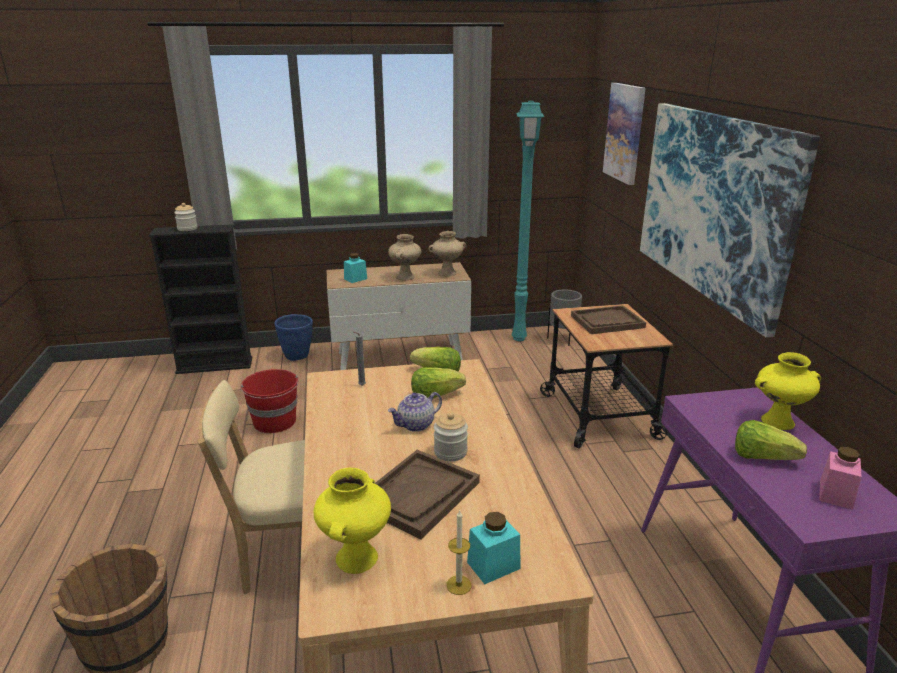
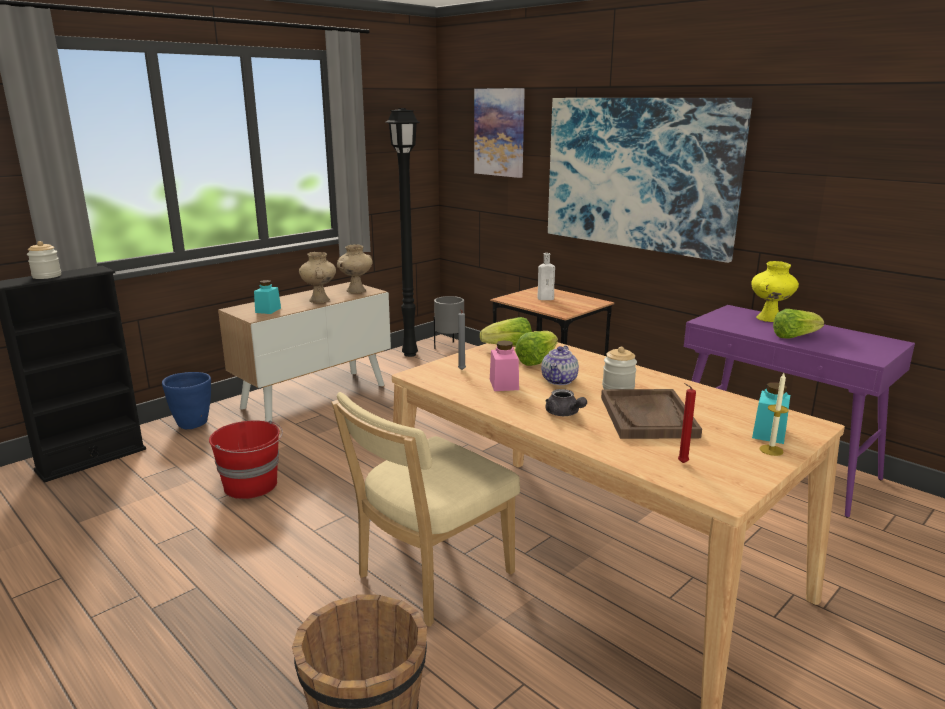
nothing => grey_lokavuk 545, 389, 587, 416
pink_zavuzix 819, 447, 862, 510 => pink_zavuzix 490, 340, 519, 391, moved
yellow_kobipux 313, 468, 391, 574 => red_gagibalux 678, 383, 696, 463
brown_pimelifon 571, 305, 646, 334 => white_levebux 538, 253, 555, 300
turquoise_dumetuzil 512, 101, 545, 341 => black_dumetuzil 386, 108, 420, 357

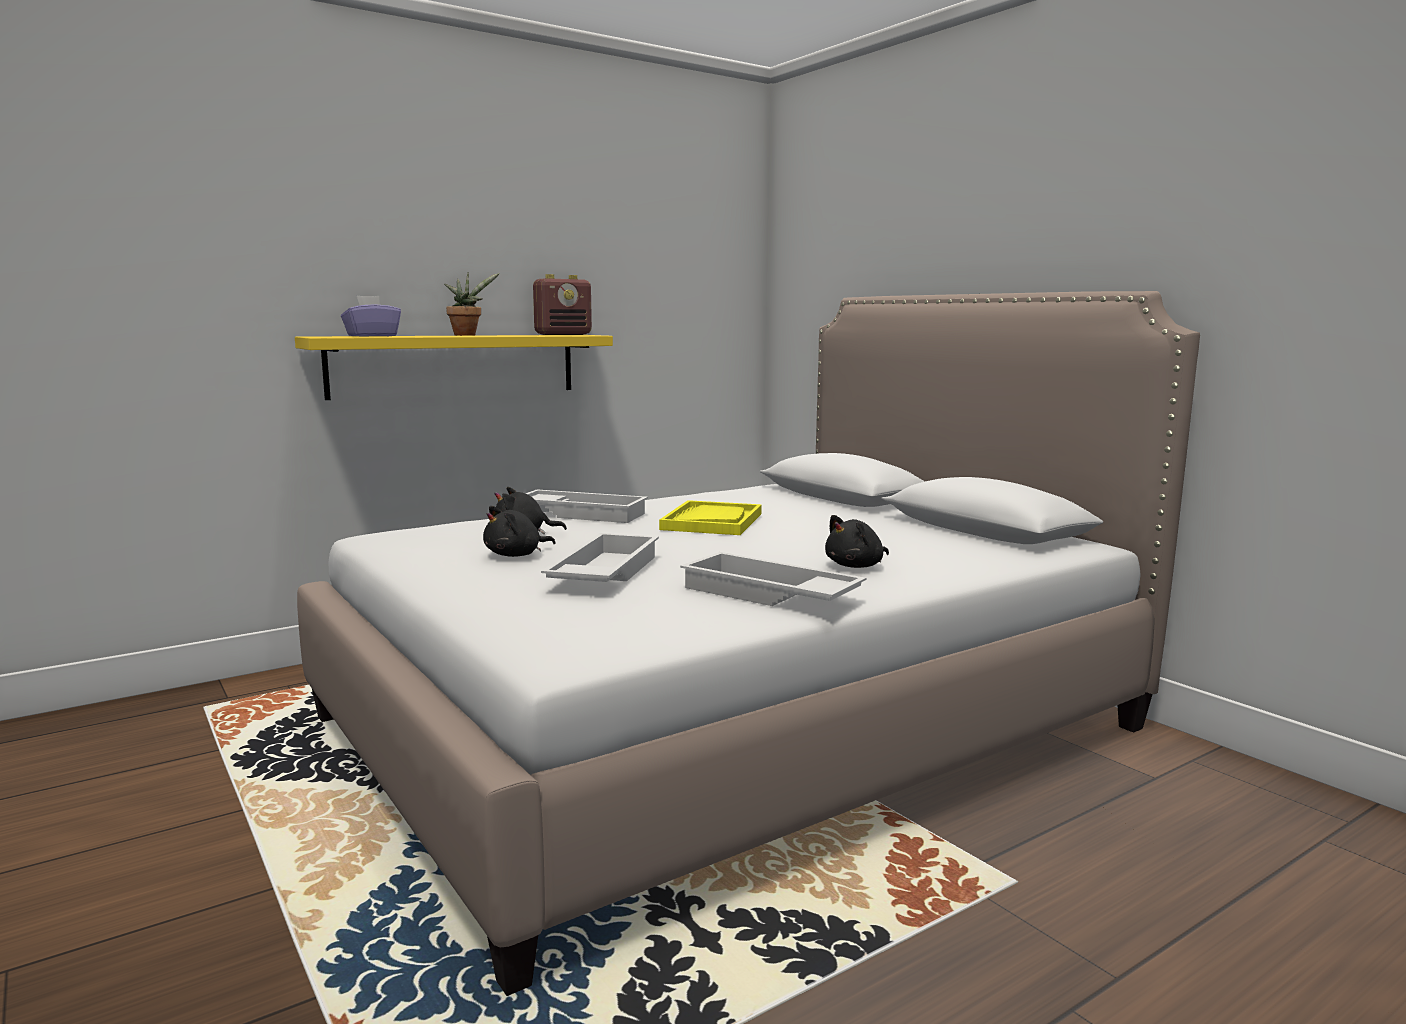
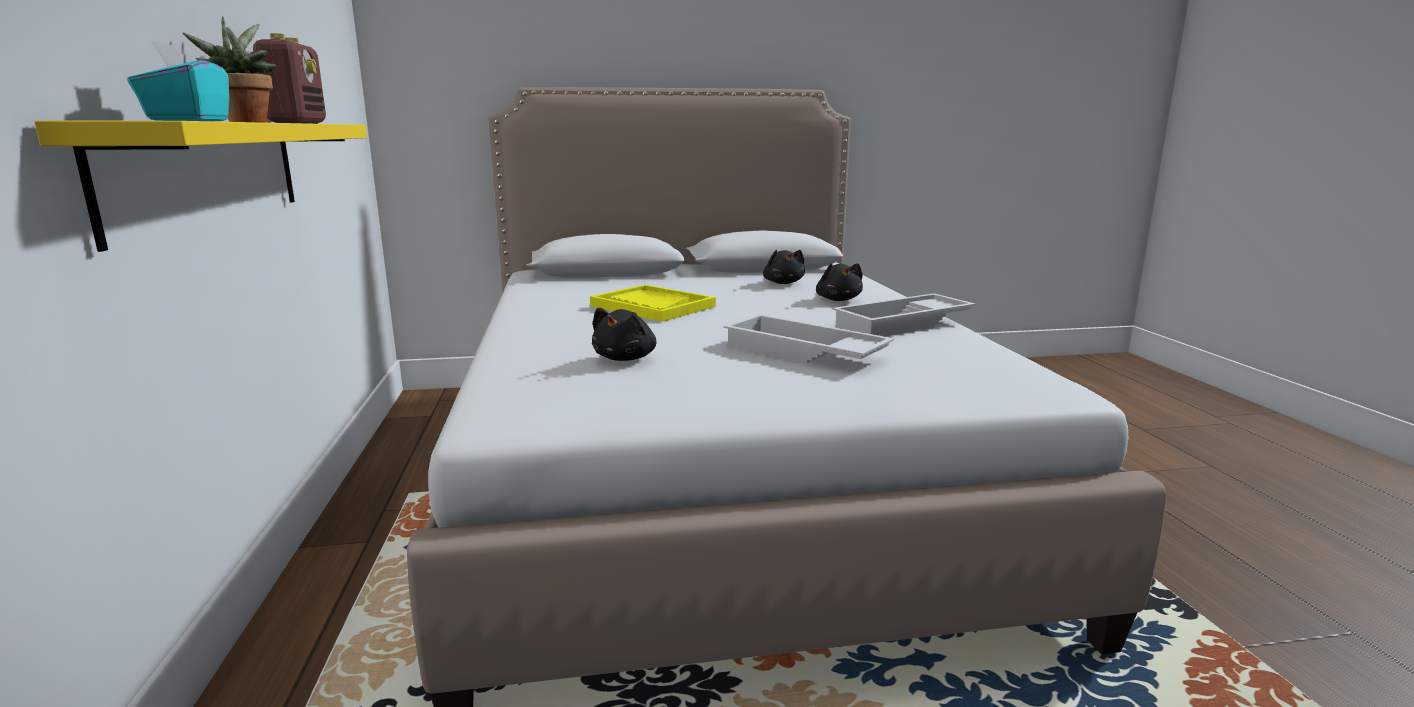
white_pimelifon 525, 489, 648, 523 => nothing
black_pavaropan 483, 506, 556, 557 => black_pavaropan 763, 250, 805, 284, moved
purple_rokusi 341, 296, 401, 337 => turquoise_rokusi 127, 40, 229, 121

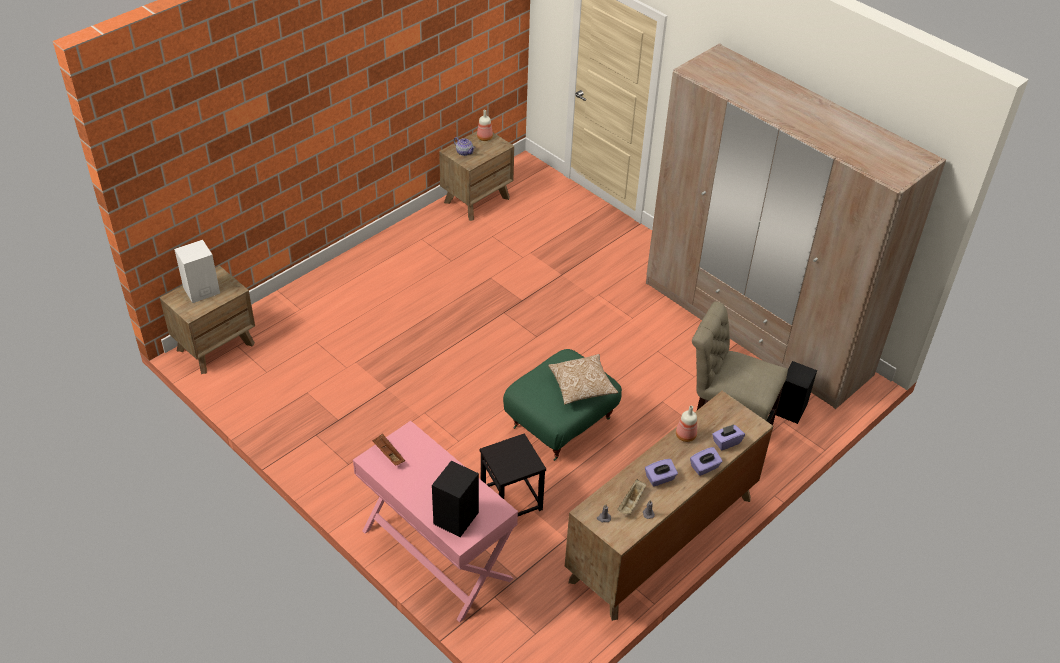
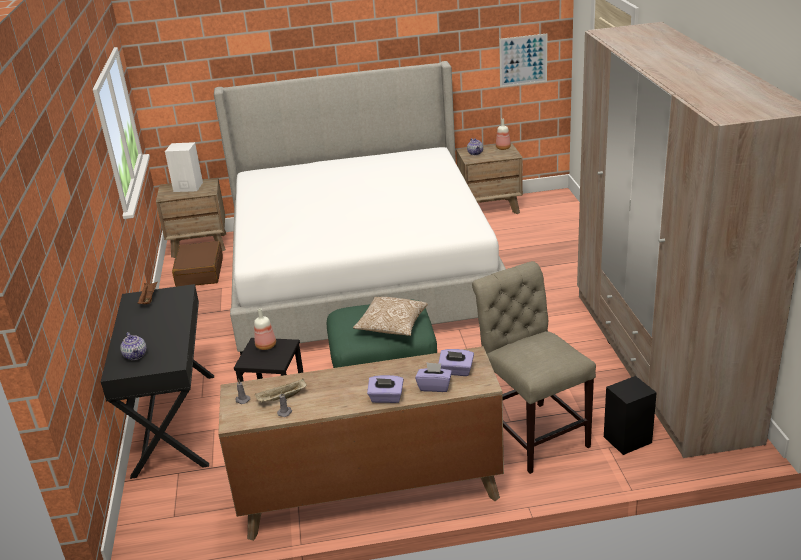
nothing => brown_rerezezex 172, 241, 223, 287
nothing => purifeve 214, 61, 506, 355
nothing => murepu 499, 33, 547, 87
purple_rokusi 645, 459, 678, 486 => purple_rokusi 438, 349, 474, 376, moved
levebux 676, 406, 697, 442 => levebux 254, 308, 276, 350, moved
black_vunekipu 432, 461, 479, 537 => lokavuk 120, 332, 147, 360
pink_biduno 353, 421, 518, 623 => black_biduno 101, 284, 214, 479

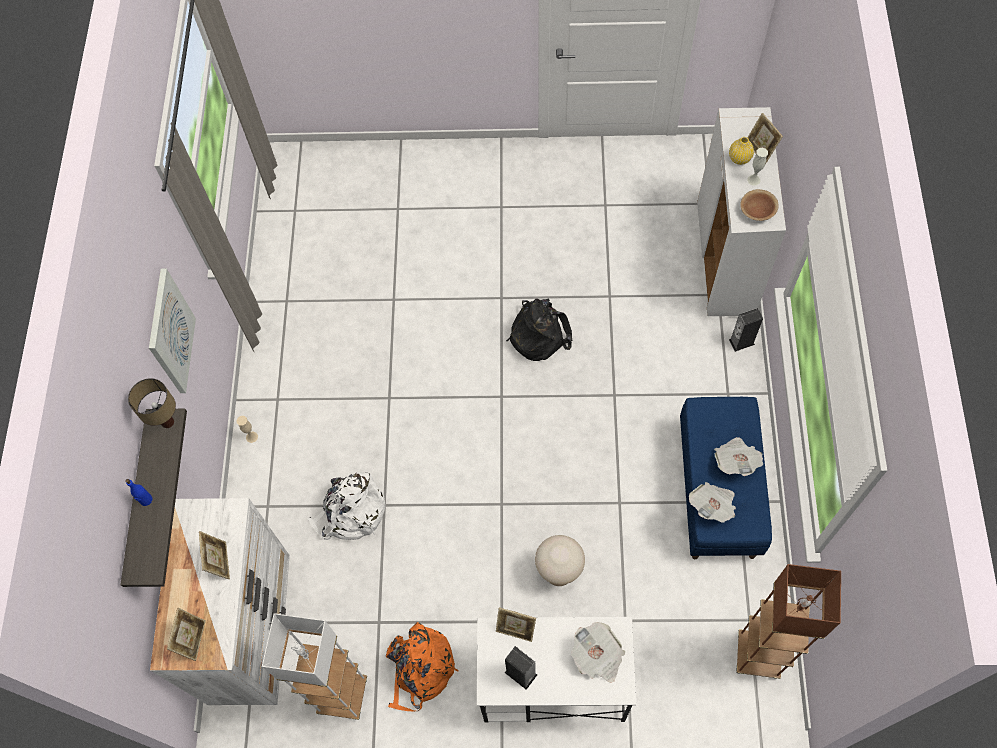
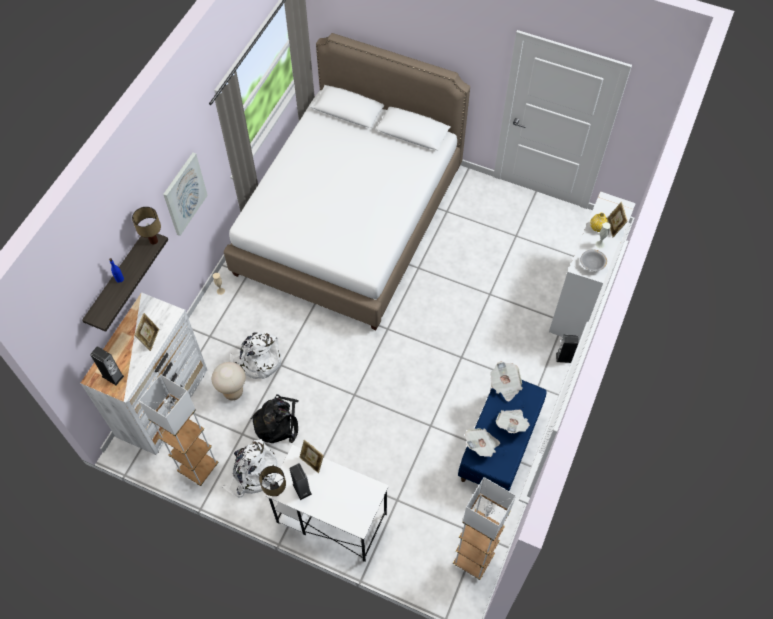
nothing => white_purifeve 224, 33, 470, 330
nothing => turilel 259, 466, 286, 496
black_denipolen 506, 298, 572, 361 => black_denipolen 251, 394, 299, 443, moved
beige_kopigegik 535, 535, 585, 586 => beige_kopigegik 212, 362, 246, 400, moved
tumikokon 571, 622, 625, 683 => tumikokon 490, 361, 523, 401, moved
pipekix 167, 608, 206, 661 => vunekipu 90, 346, 124, 385
orange_denipolen 386, 622, 459, 711 => white_denipolen 223, 439, 278, 497
brown_dumetuzil 736, 564, 841, 679 => white_dumetuzil 453, 477, 516, 580
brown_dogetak 740, 189, 779, 221 => grey_dogetak 580, 250, 607, 271

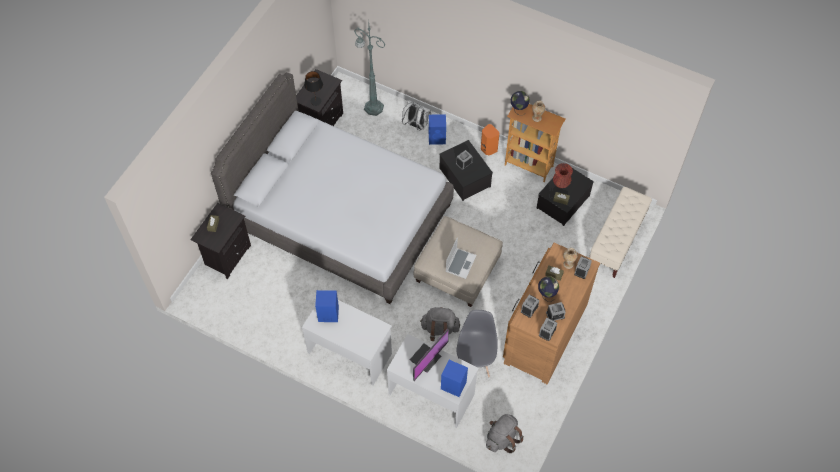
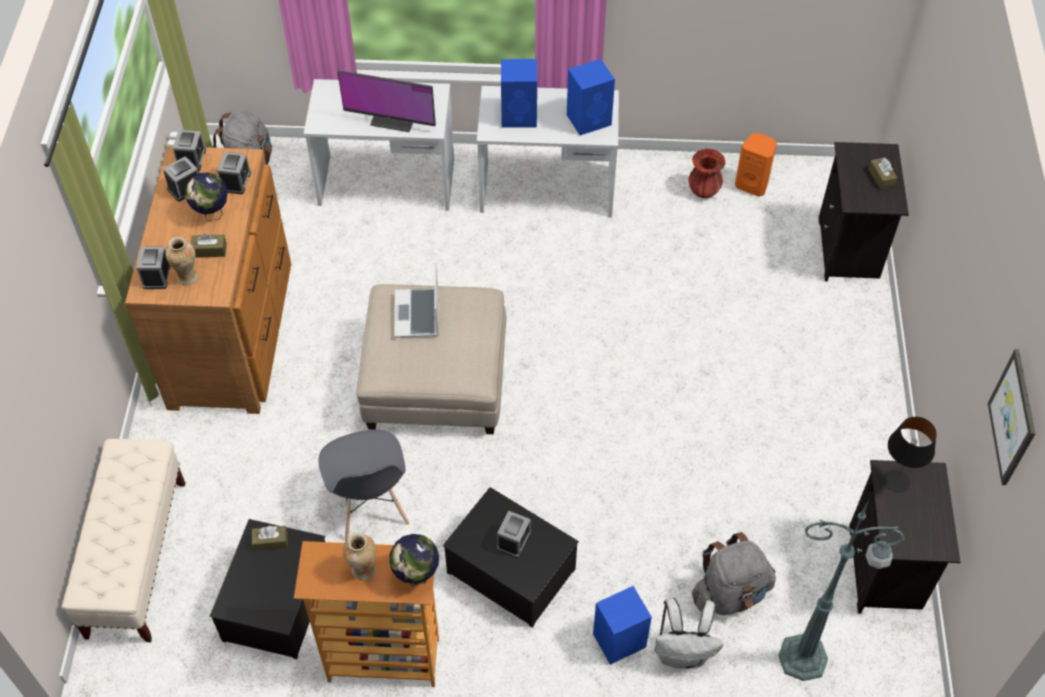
grey_purifeve 211, 72, 454, 304 => nothing
nothing => murepu 988, 349, 1035, 485
grey_denipolen 420, 307, 460, 341 => grey_denipolen 692, 532, 776, 615, moved
blue_vunekipu 441, 360, 468, 397 => blue_vunekipu 501, 59, 537, 128, moved
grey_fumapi 456, 310, 498, 377 => grey_fumapi 319, 430, 409, 541, moved
orange_vunekipu 481, 124, 500, 156 => orange_vunekipu 735, 133, 777, 197, moved
red_kobipux 553, 163, 573, 188 => red_kobipux 688, 149, 726, 198, moved
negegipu 410, 329, 449, 381 => negegipu 338, 70, 436, 132, 90 degrees counterclockwise

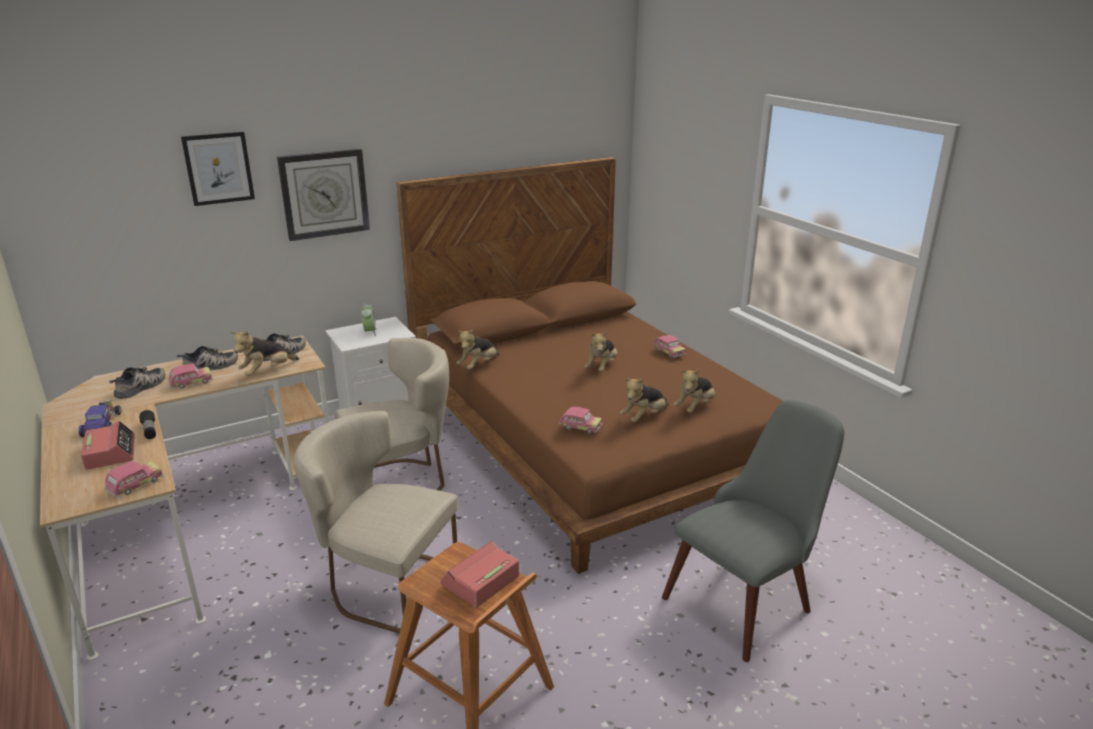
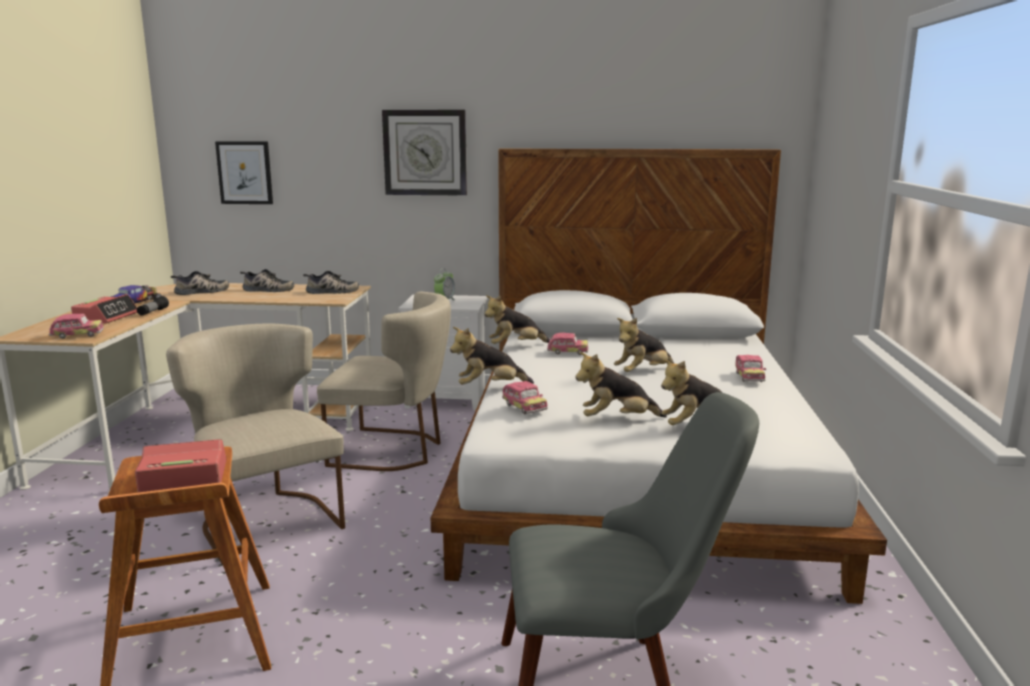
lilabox 168, 363, 213, 389 => lilabox 547, 333, 589, 355, moved
murepu 181, 132, 255, 206 => murepu 215, 141, 273, 204, moved
pavaropan 231, 331, 299, 376 => pavaropan 450, 327, 534, 384, moved
brown_purifeve 397, 157, 783, 574 => white_purifeve 431, 148, 887, 604

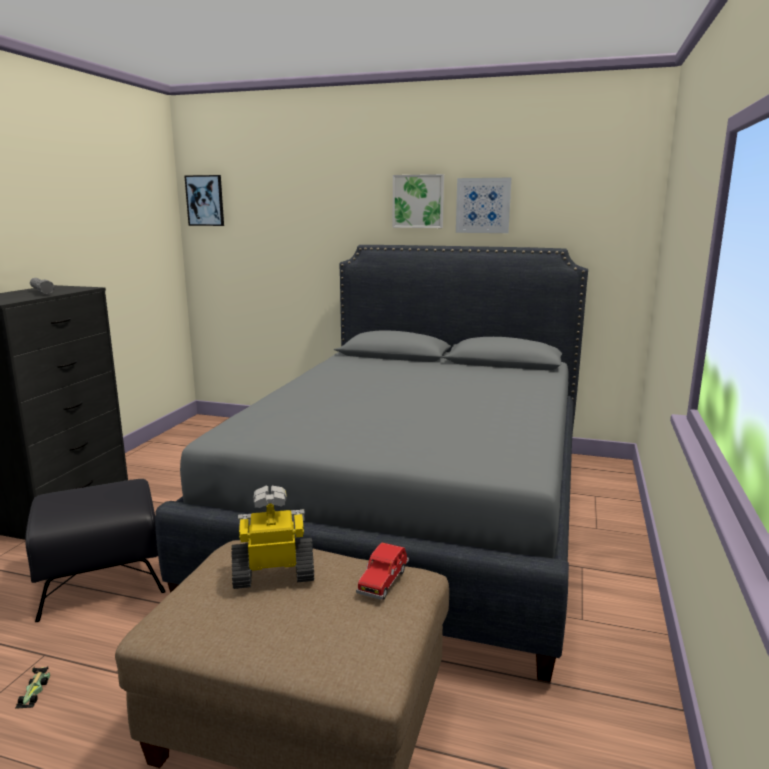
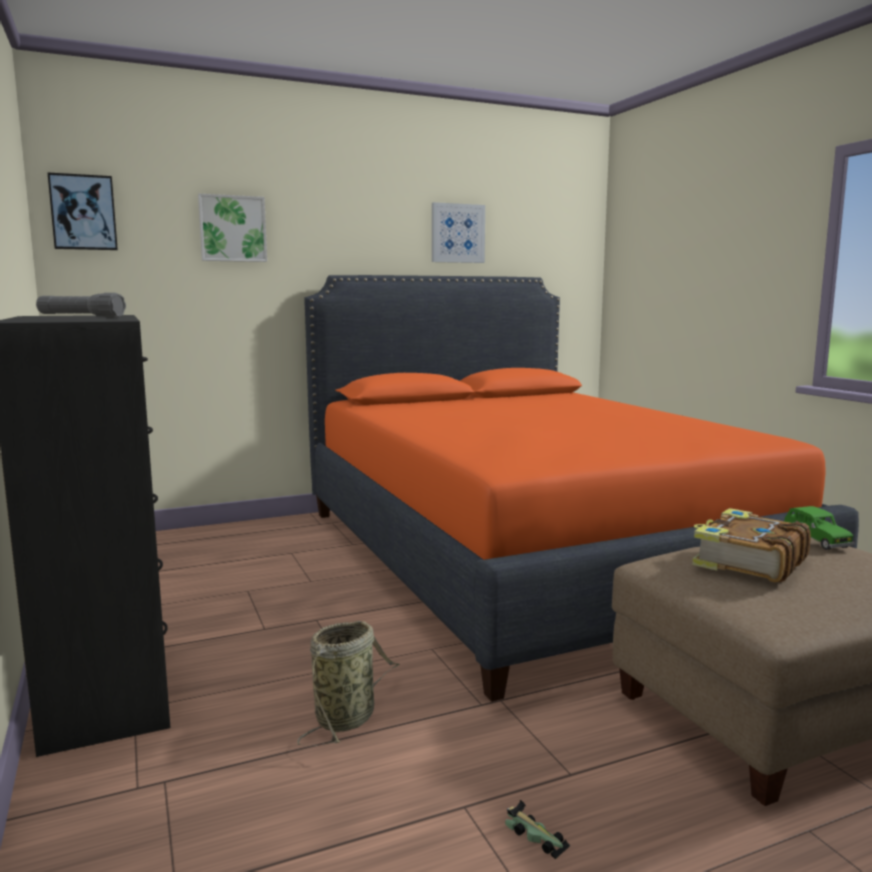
murepu 393, 174, 444, 228 => murepu 198, 194, 267, 262, moved
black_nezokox 25, 479, 166, 622 => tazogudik 297, 621, 400, 746
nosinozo 232, 486, 314, 589 => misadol 692, 508, 811, 582
grey_purifeve 155, 245, 588, 682 => orange_purifeve 304, 275, 859, 702
red_lilabox 356, 543, 409, 600 => green_lilabox 784, 506, 855, 550

